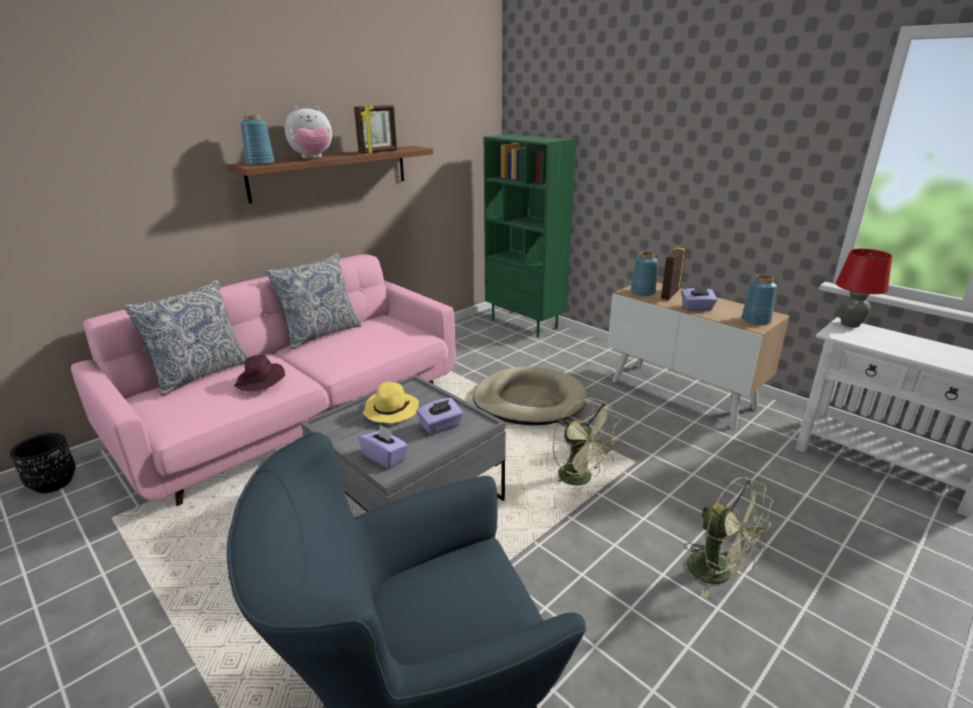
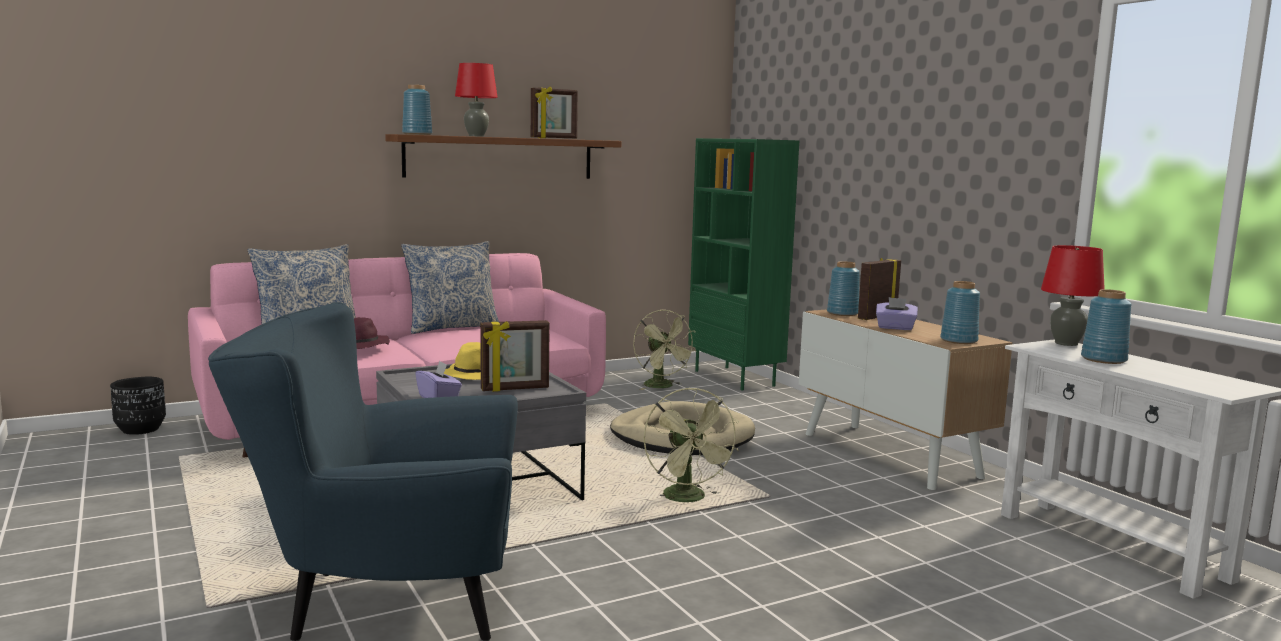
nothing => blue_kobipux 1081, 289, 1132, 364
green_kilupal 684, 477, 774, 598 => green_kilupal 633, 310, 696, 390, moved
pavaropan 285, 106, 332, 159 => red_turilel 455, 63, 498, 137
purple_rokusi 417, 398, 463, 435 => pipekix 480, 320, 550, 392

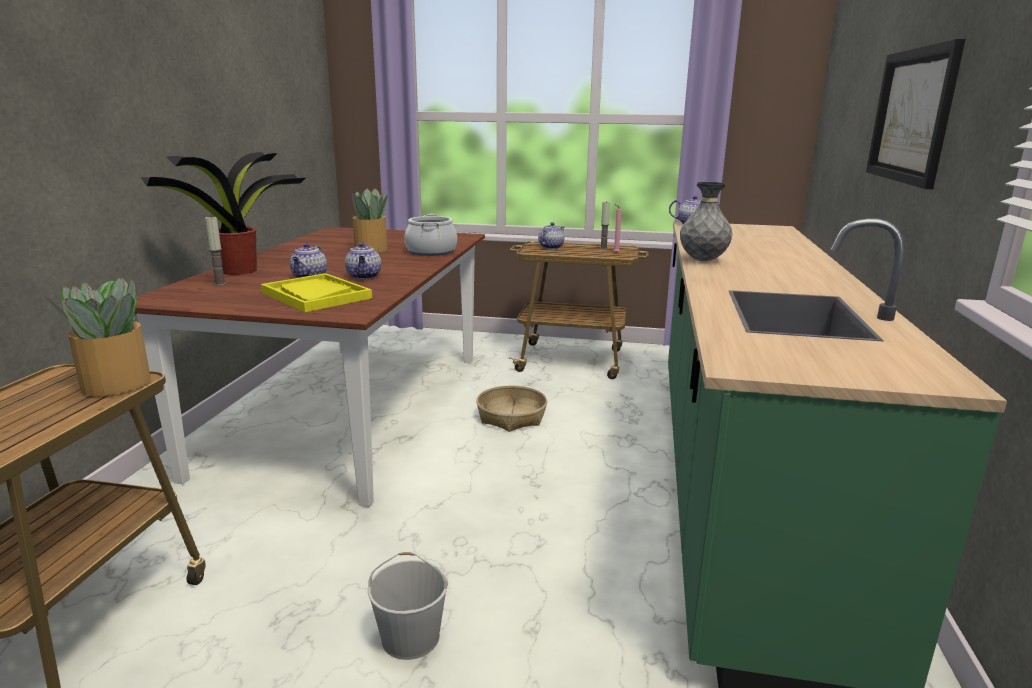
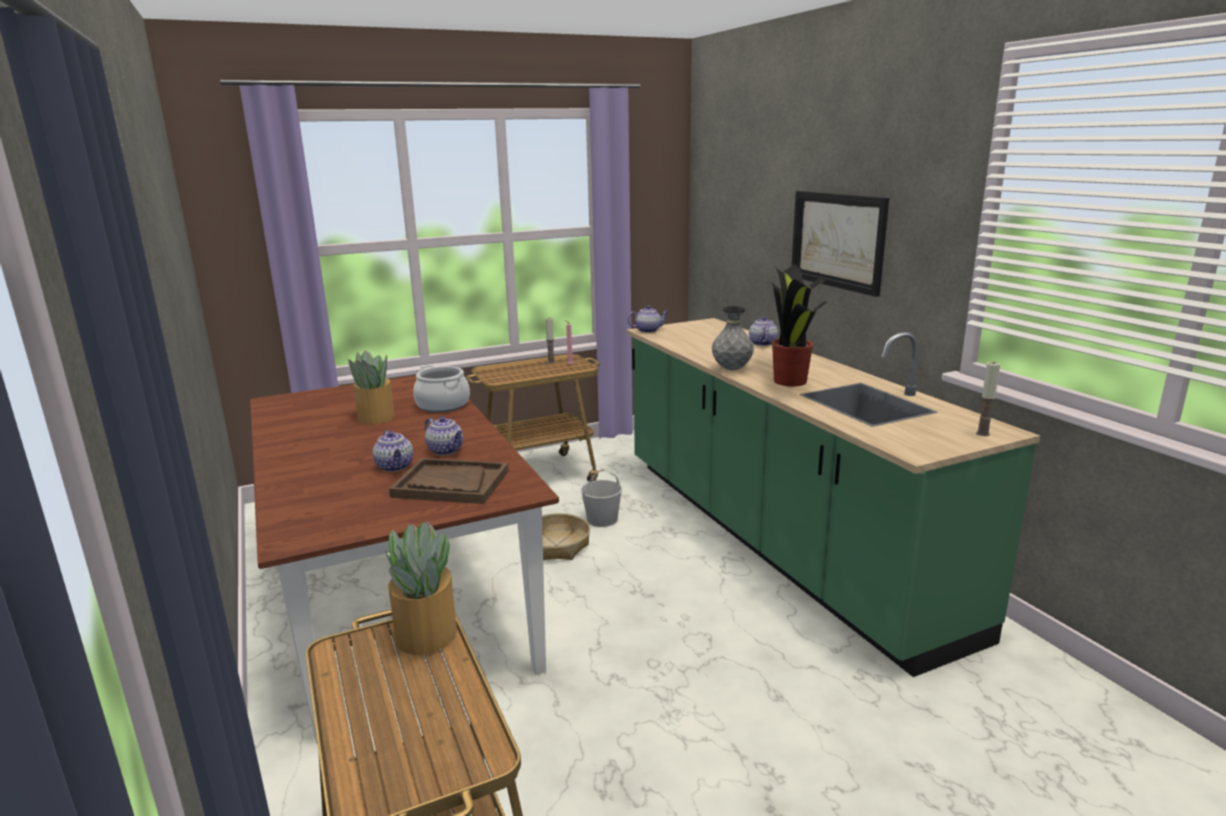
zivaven 140, 152, 305, 275 => zivaven 771, 264, 827, 386, moved
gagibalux 205, 216, 227, 286 => gagibalux 976, 361, 1000, 436, moved
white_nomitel 368, 552, 448, 660 => white_nomitel 581, 469, 622, 527, moved
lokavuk 538, 222, 564, 249 => lokavuk 749, 316, 778, 346, moved
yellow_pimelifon 261, 273, 372, 312 => brown_pimelifon 389, 458, 509, 504

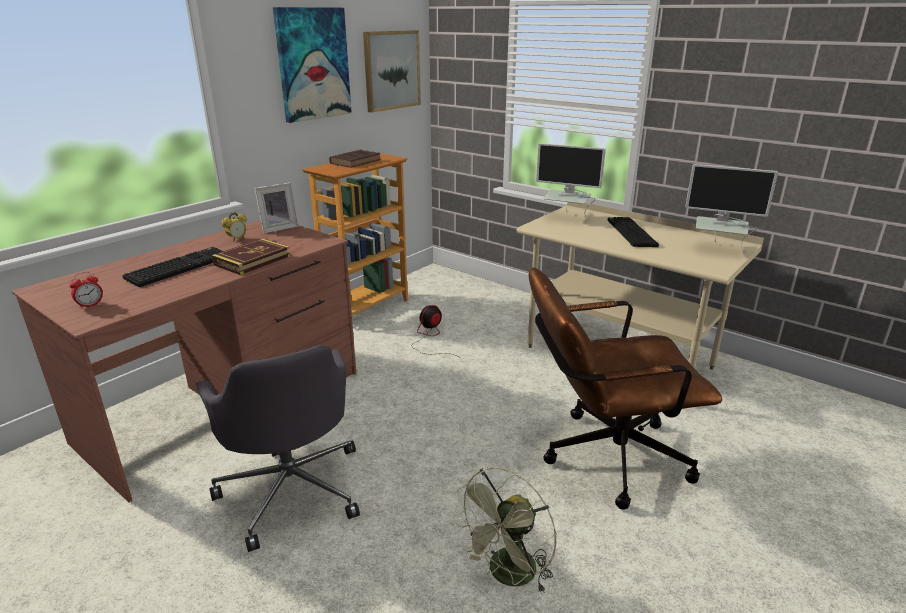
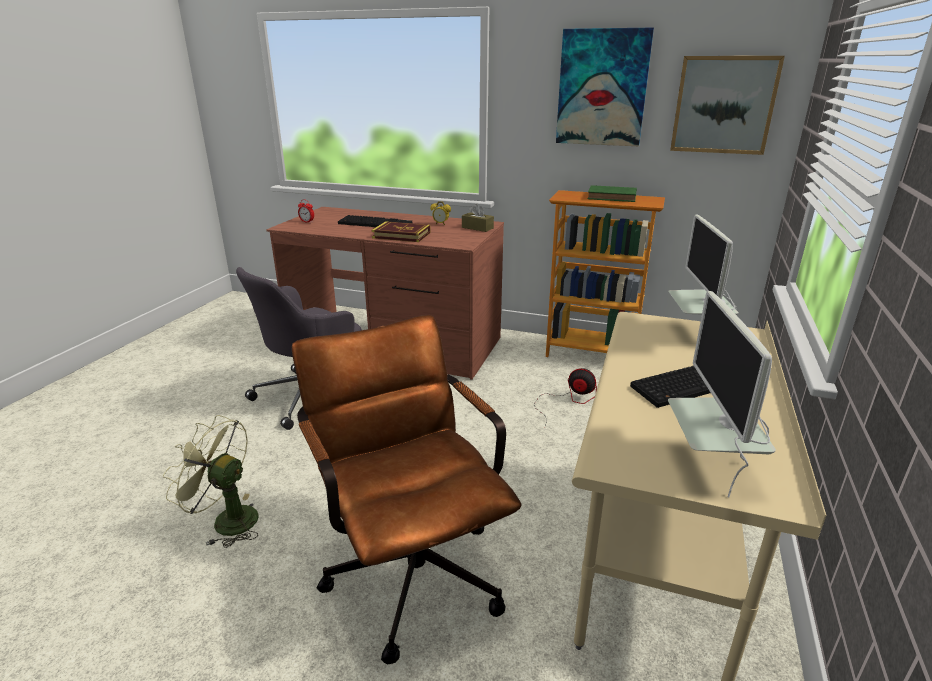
pipekix 254, 182, 298, 233 => brown_rokusi 462, 204, 494, 232
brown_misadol 329, 150, 381, 168 => green_misadol 587, 185, 637, 202

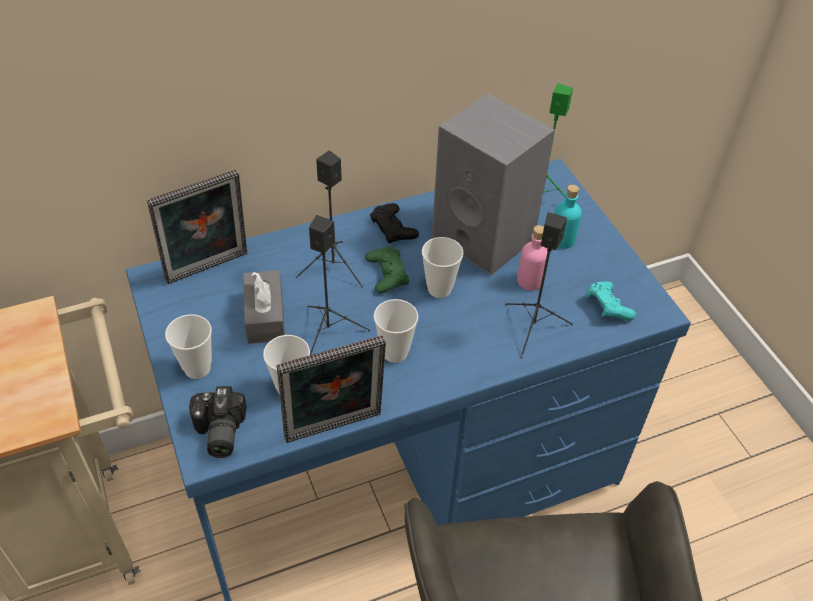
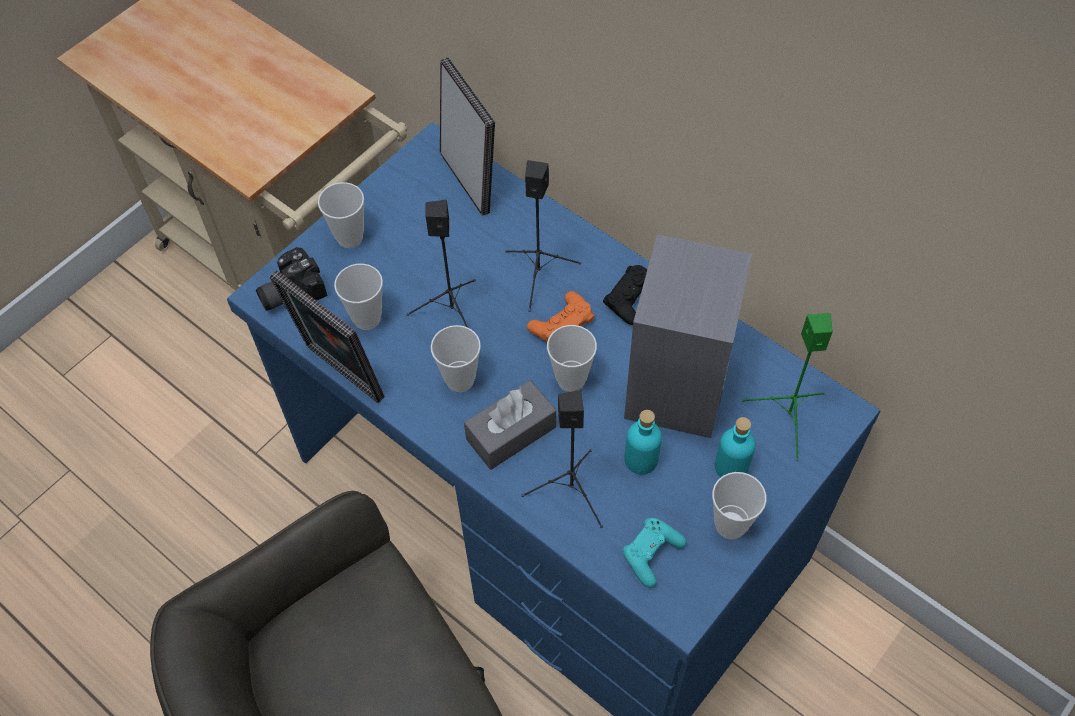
nothing => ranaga 712, 472, 767, 540
grey_rokusi 243, 270, 285, 344 => grey_rokusi 464, 380, 556, 470, moved
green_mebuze 365, 246, 409, 293 => orange_mebuze 527, 291, 595, 341
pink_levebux 517, 225, 548, 291 => turquoise_levebux 625, 410, 662, 475
pipekix 147, 169, 247, 284 => pipekix 440, 57, 495, 216, 150 degrees counterclockwise

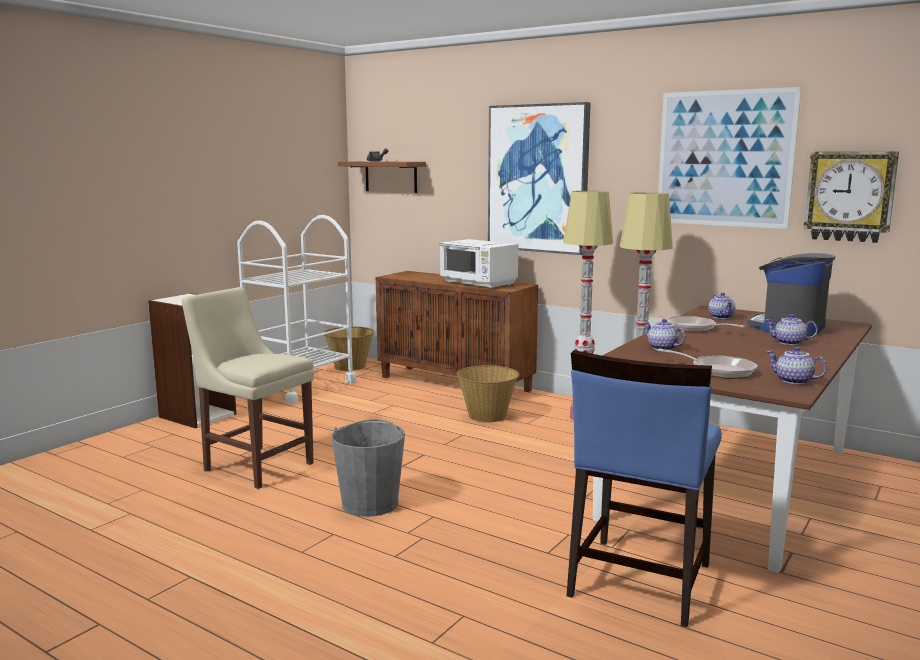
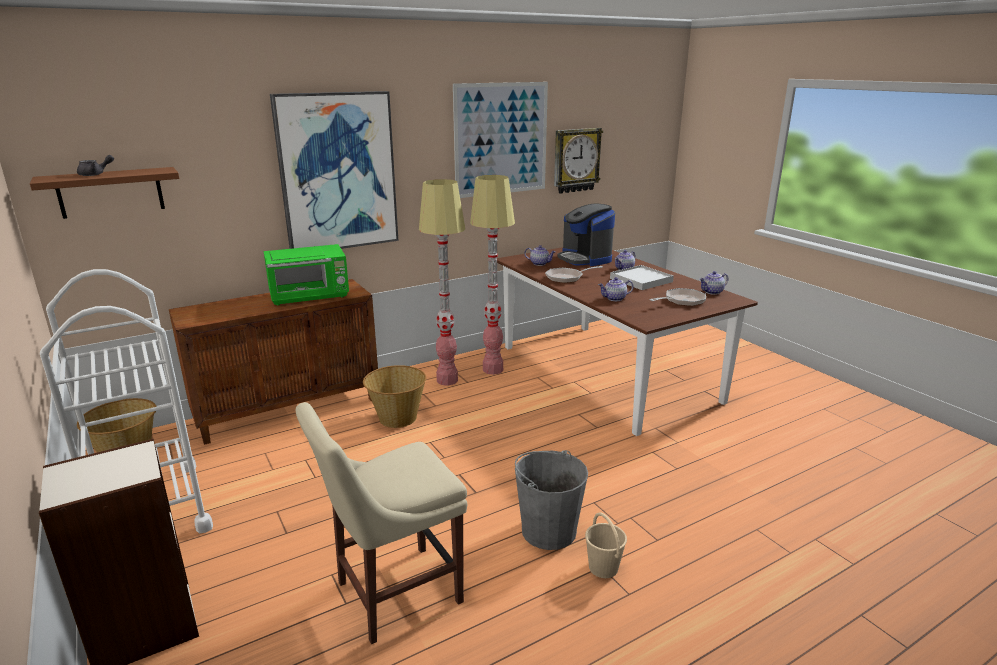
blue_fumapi 567, 350, 722, 627 => nothing
nothing => beige_nomitel 585, 512, 627, 578
nothing => white_pimelifon 610, 265, 674, 290
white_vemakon 439, 239, 519, 289 => green_vemakon 264, 244, 349, 305

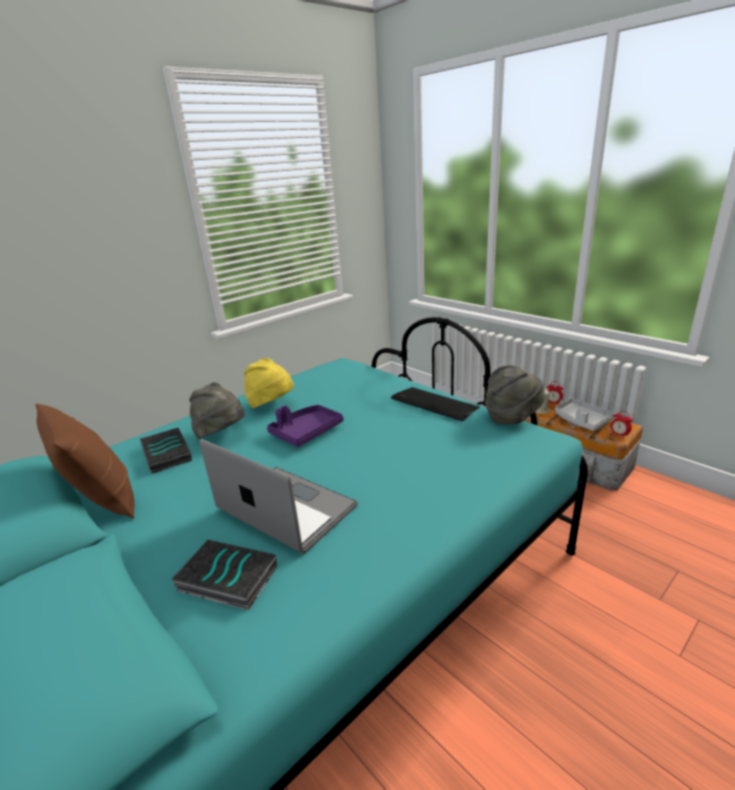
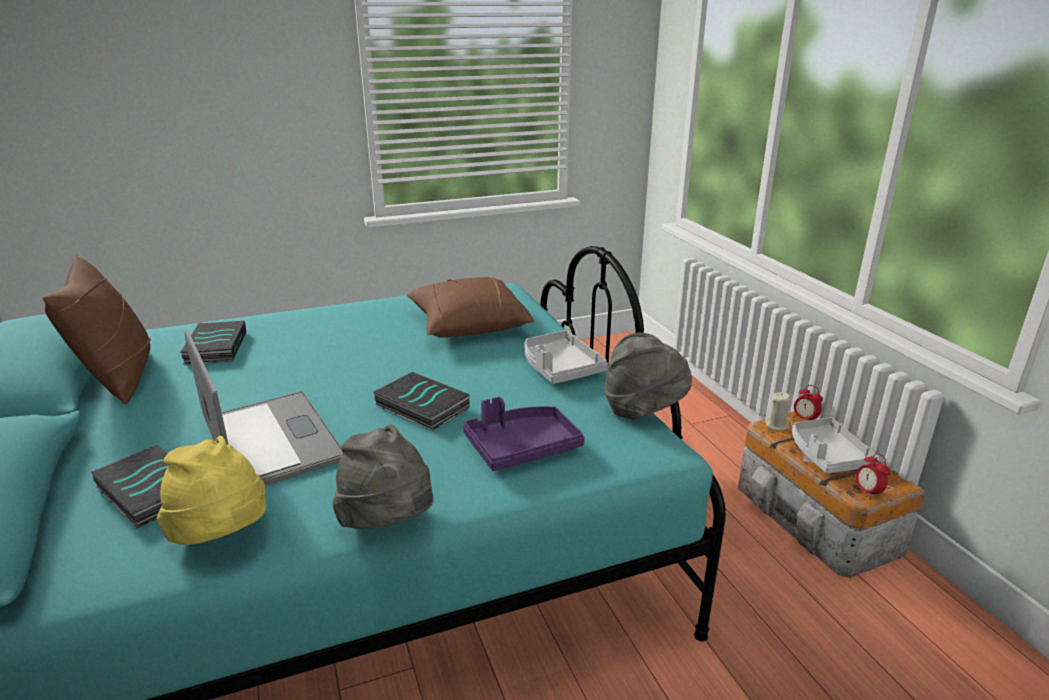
nothing => misadol 373, 372, 470, 431
nothing => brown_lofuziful 407, 277, 534, 338
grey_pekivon 189, 382, 245, 439 => grey_pekivon 332, 424, 434, 529, moved
yellow_pekivon 244, 358, 294, 408 => yellow_pekivon 157, 436, 266, 545, moved
purple_pimelifon 267, 405, 344, 447 => purple_pimelifon 463, 397, 585, 471, moved
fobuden 391, 387, 480, 421 => grey_pimelifon 525, 330, 608, 384

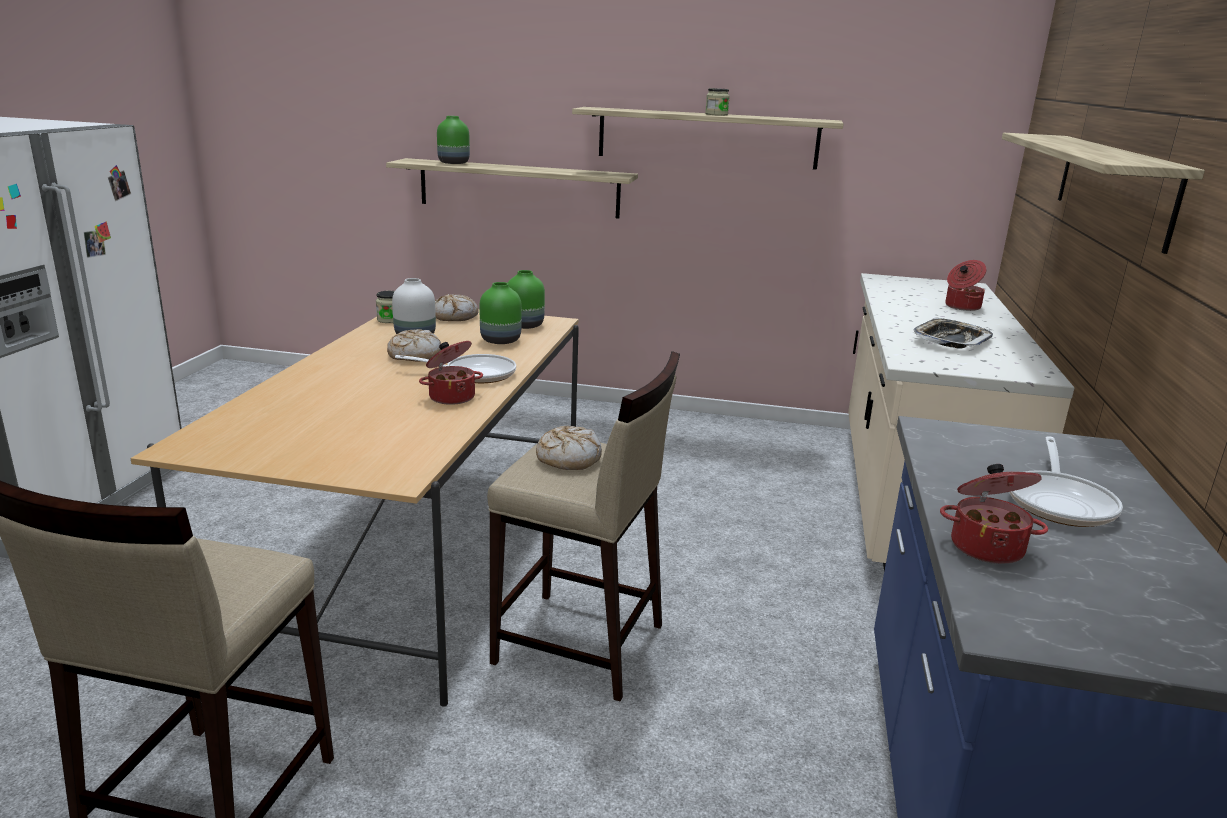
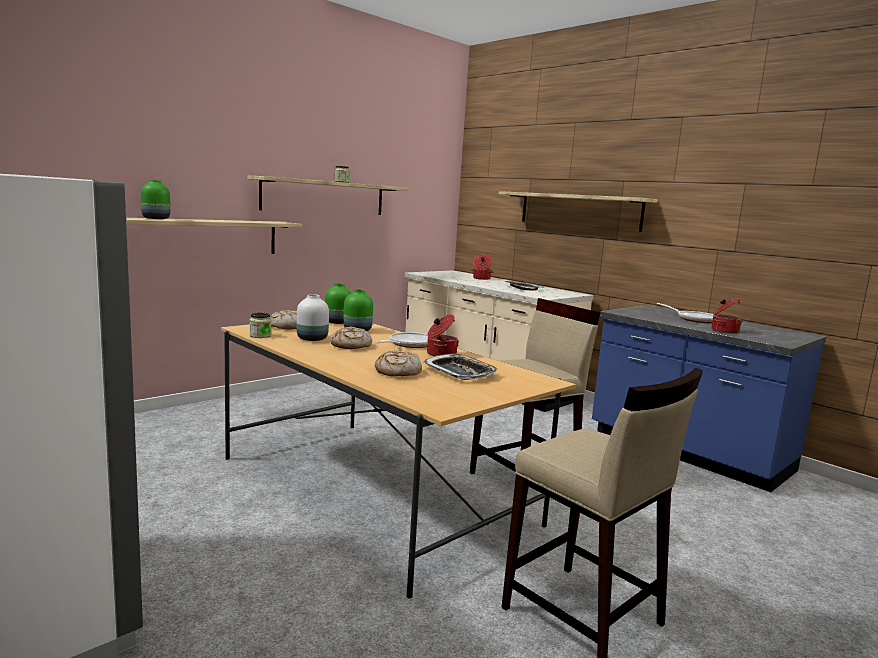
nothing => pimelifon 423, 354, 499, 380
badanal 536, 426, 602, 470 => badanal 375, 350, 422, 376, moved

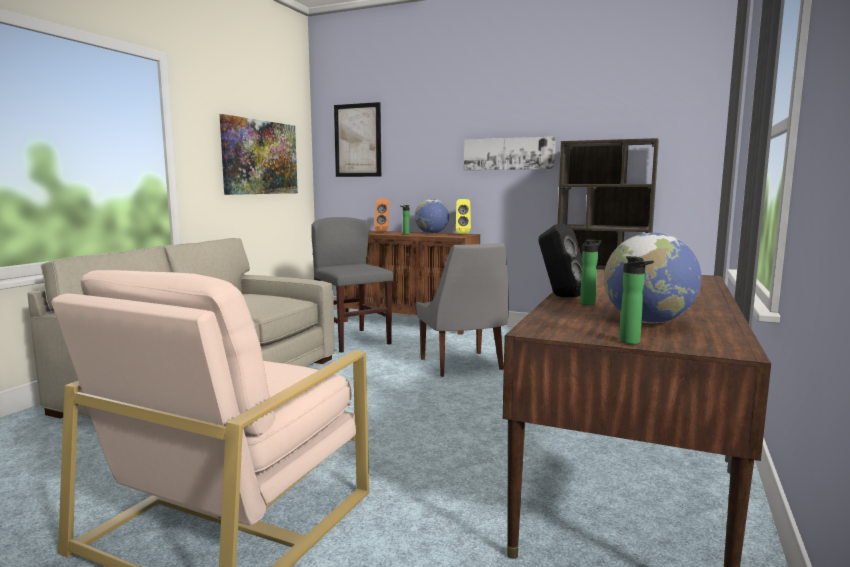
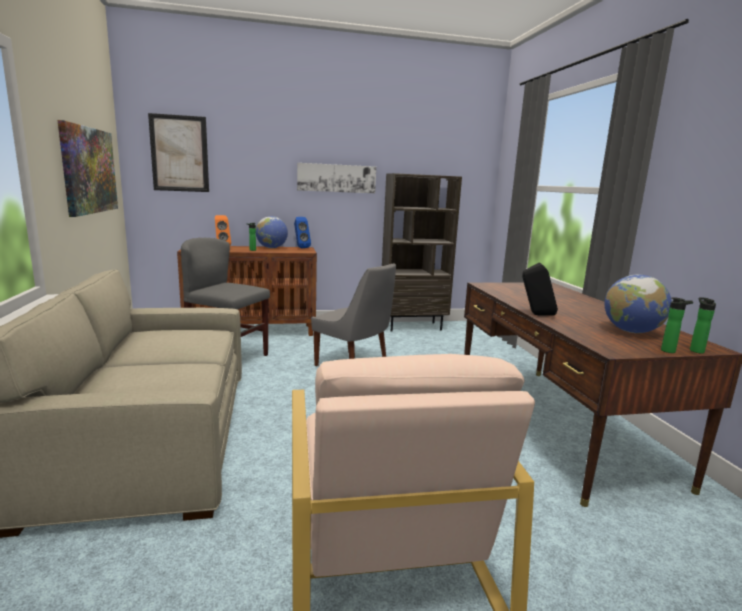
levebux 580, 240, 601, 305 => levebux 690, 297, 716, 353, moved
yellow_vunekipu 456, 199, 471, 235 => blue_vunekipu 294, 217, 311, 248

